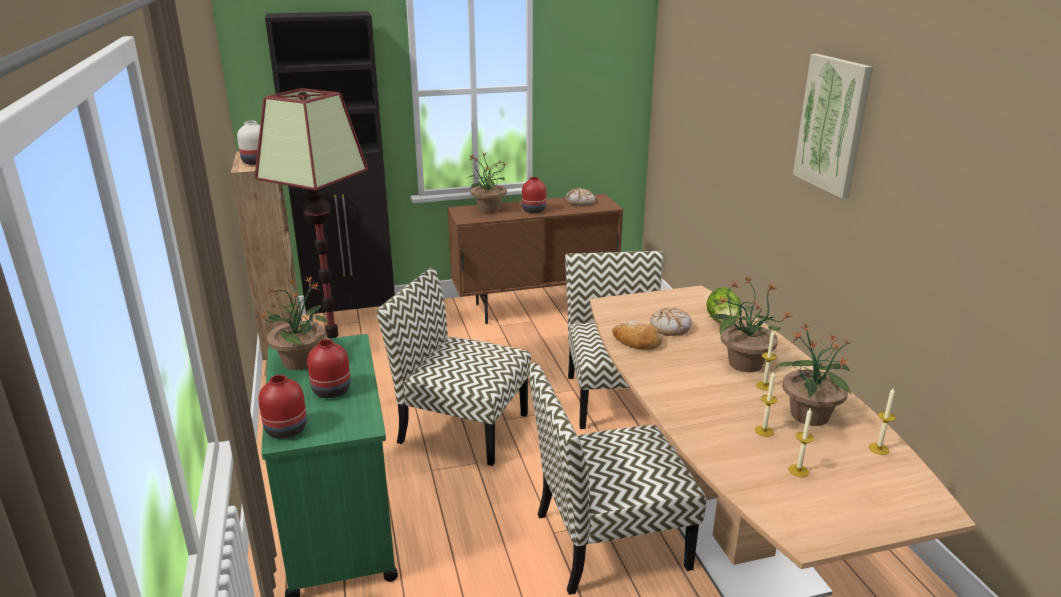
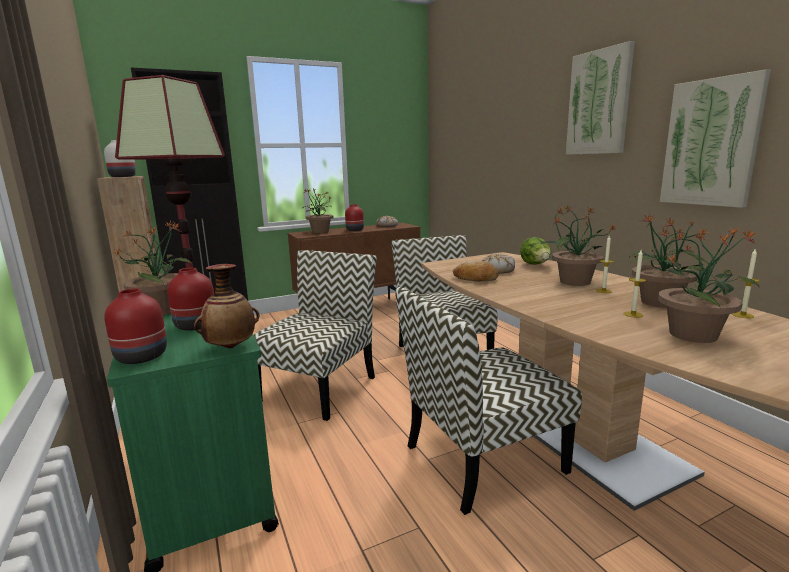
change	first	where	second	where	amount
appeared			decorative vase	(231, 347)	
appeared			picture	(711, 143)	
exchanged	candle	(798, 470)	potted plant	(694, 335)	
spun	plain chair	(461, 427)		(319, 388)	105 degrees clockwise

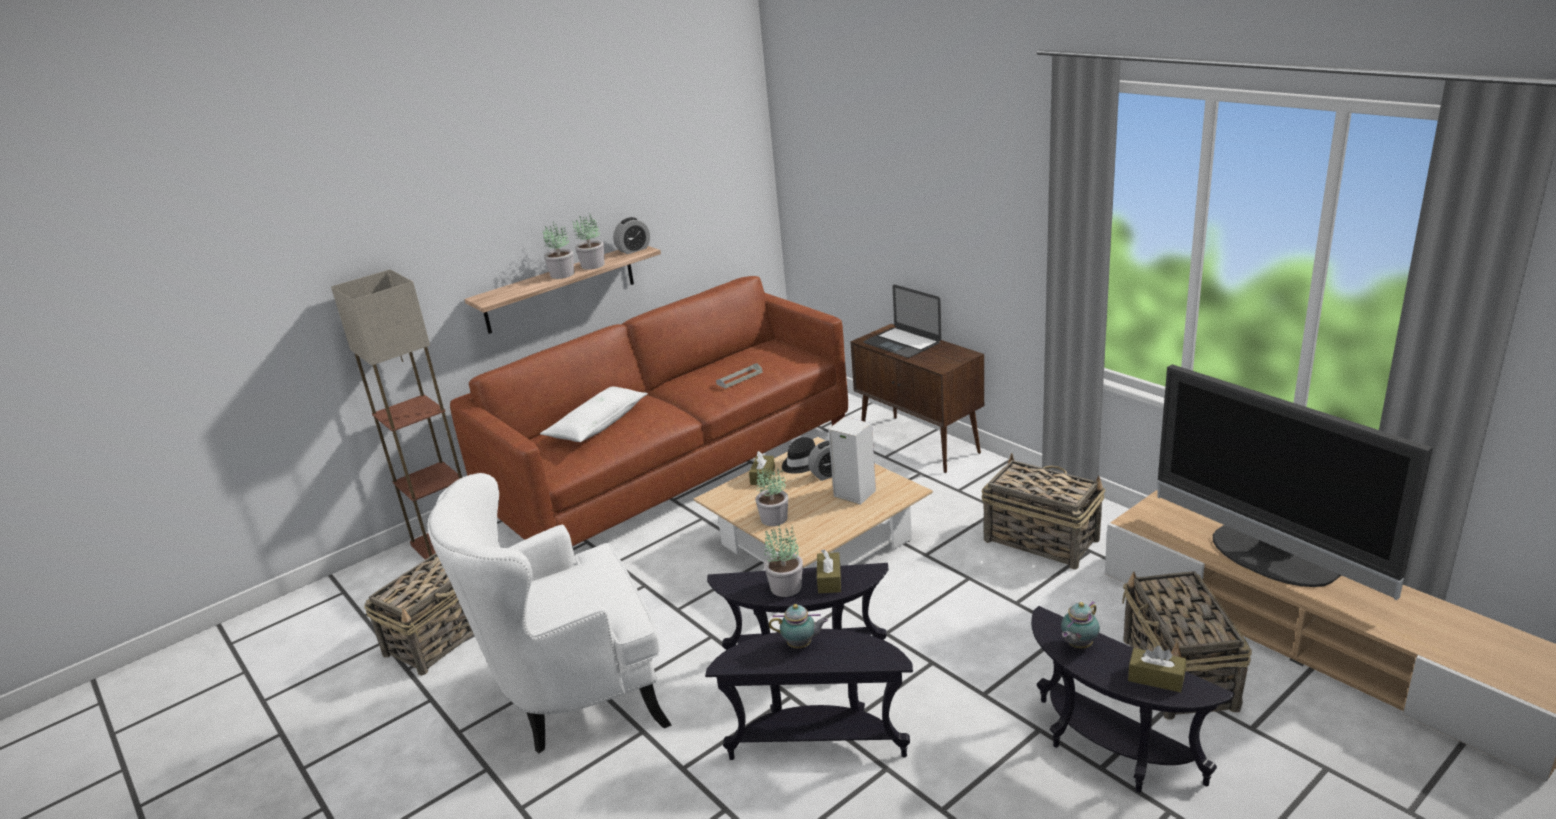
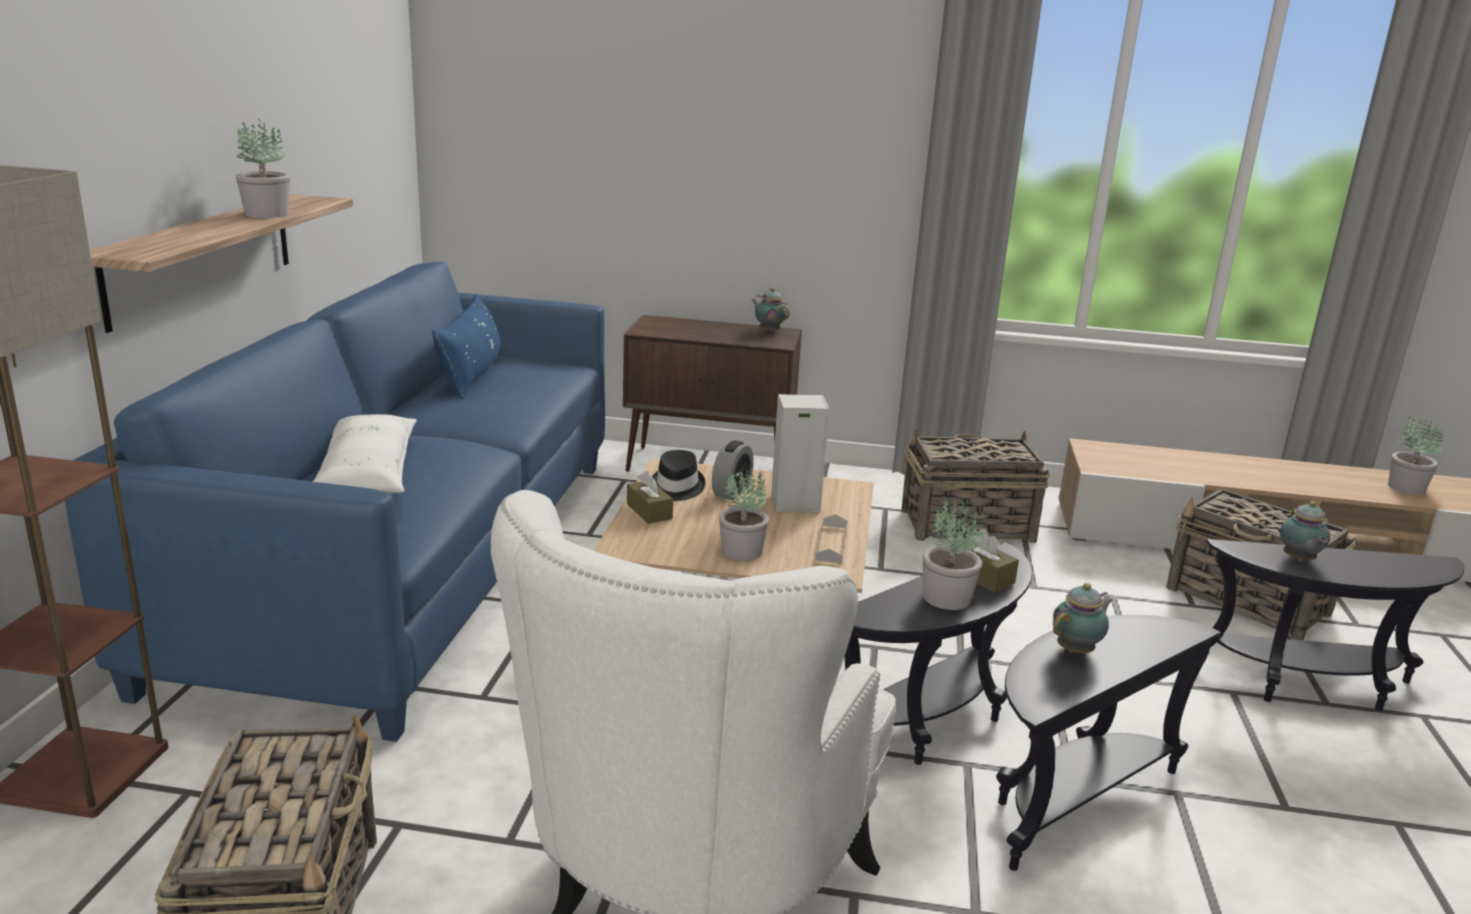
change	first	where	second	where	amount
missing	bedside clock	(633, 250)			
missing	laptop	(902, 342)			
missing	brownish tissue box	(1156, 678)			
missing	TV	(1268, 558)			
appeared			bluish throw pillow	(472, 375)	
appeared			teapot	(768, 331)	
relocated	potted plant	(562, 274)		(1405, 488)	
relocated	grey serving tray	(739, 378)		(831, 544)	
colour	brownish couch	(673, 470)	bluish couch	(410, 560)	

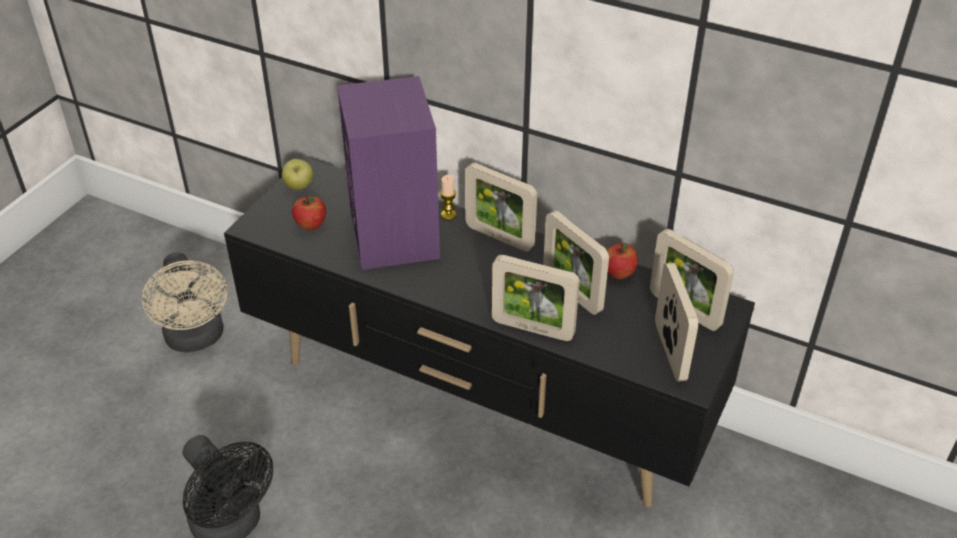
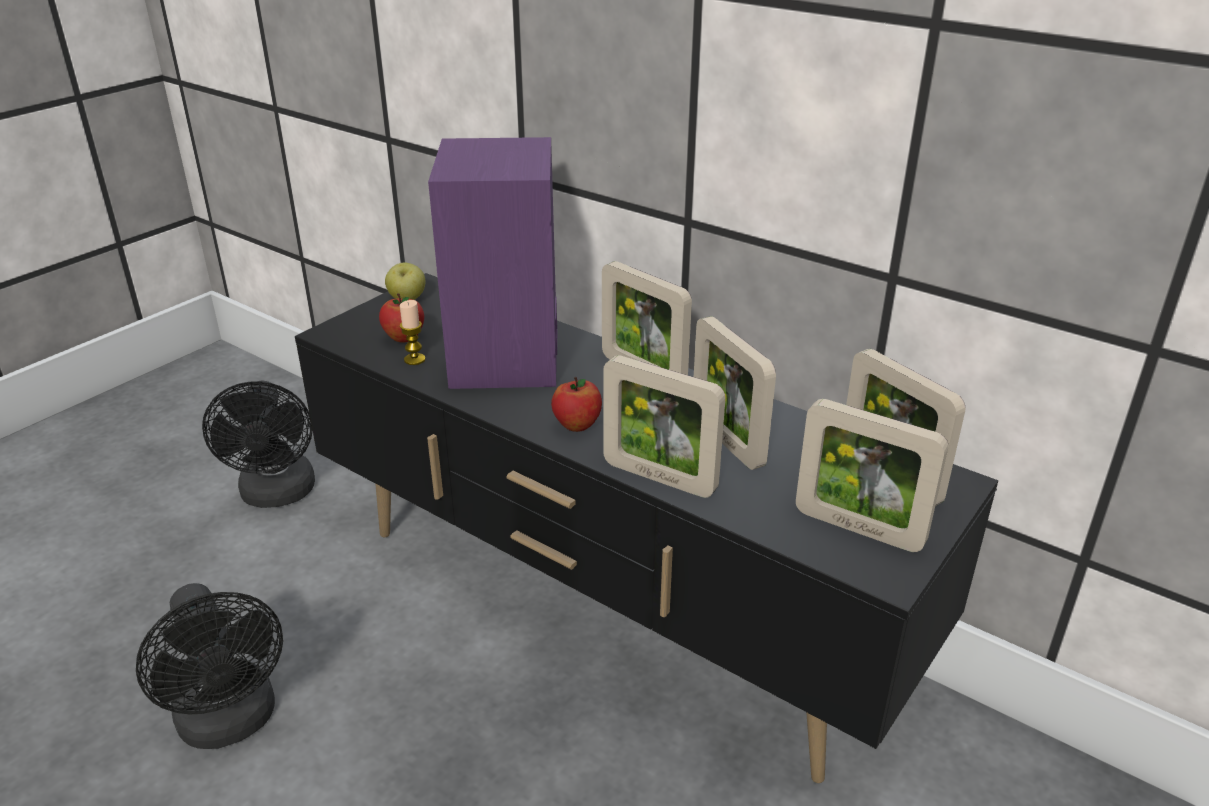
change	first	where	second	where	amount
relocated	candle	(448, 215)		(414, 359)	
relocated	apple	(618, 273)		(577, 425)	
colour	sand-coloured fan	(196, 339)	blackish fan	(278, 495)	
spun	standing frame	(670, 352)		(858, 528)	120 degrees clockwise

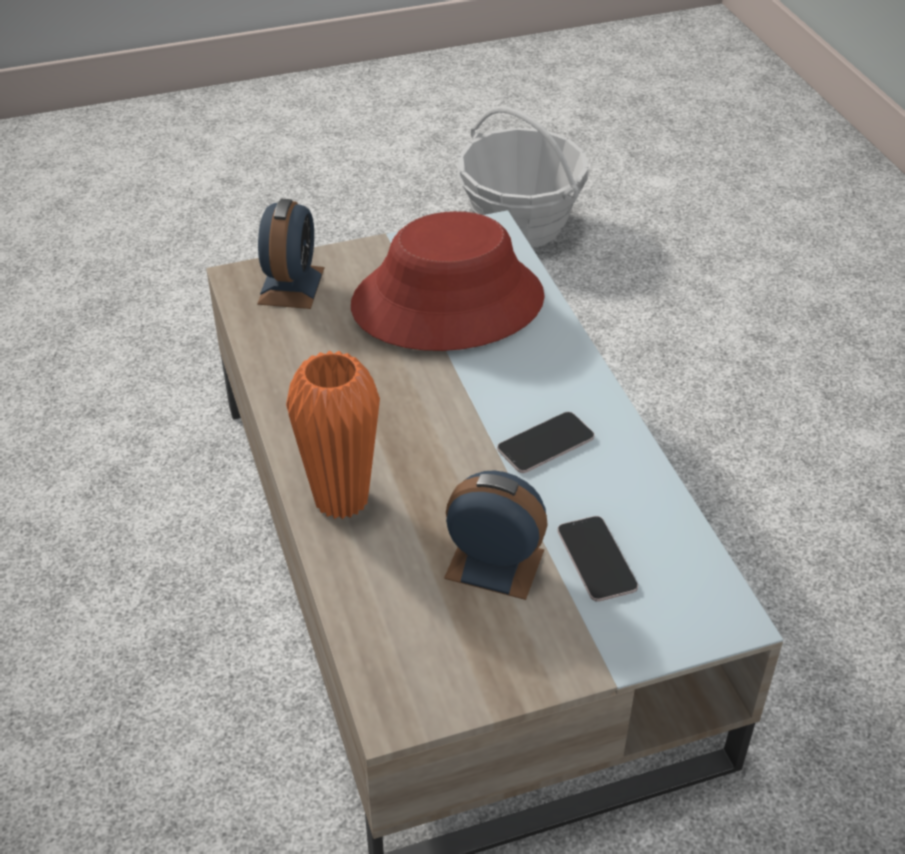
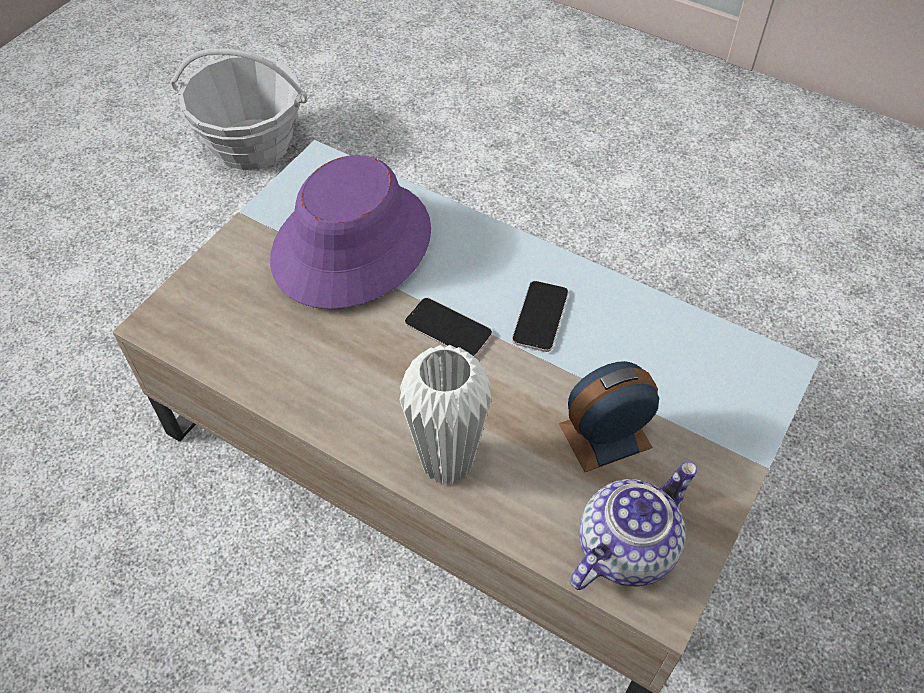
change	first	where	second	where	amount
missing	bedside clock	(291, 286)			
appeared			teapot	(625, 546)	
relocated	handset	(596, 559)		(448, 329)	
colour	orange-coloured decorative vase	(341, 500)	white decorative vase	(447, 462)	
colour	reddish clothing hat	(448, 302)	purple clothing hat	(351, 244)	

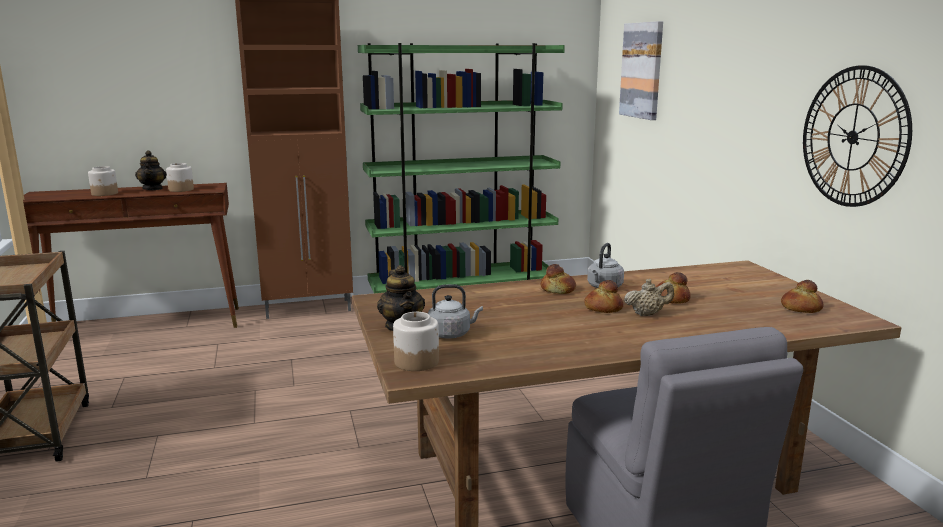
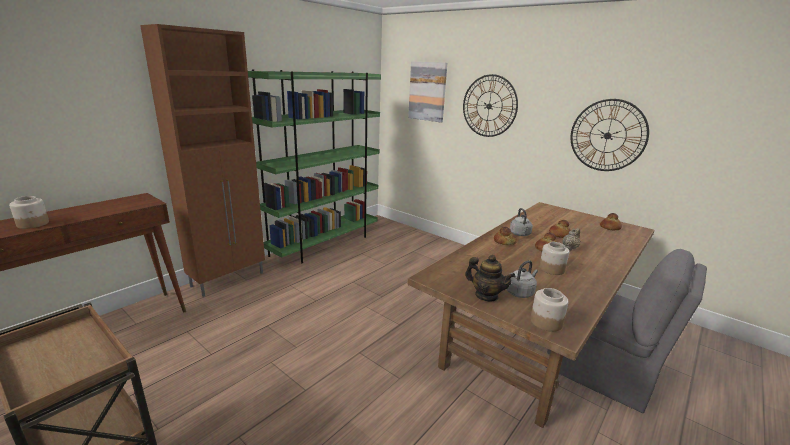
change	first	where	second	where	amount
missing	teapot	(153, 188)			
appeared			hanging clock	(489, 106)	
relocated	storage jar	(181, 189)		(551, 269)	

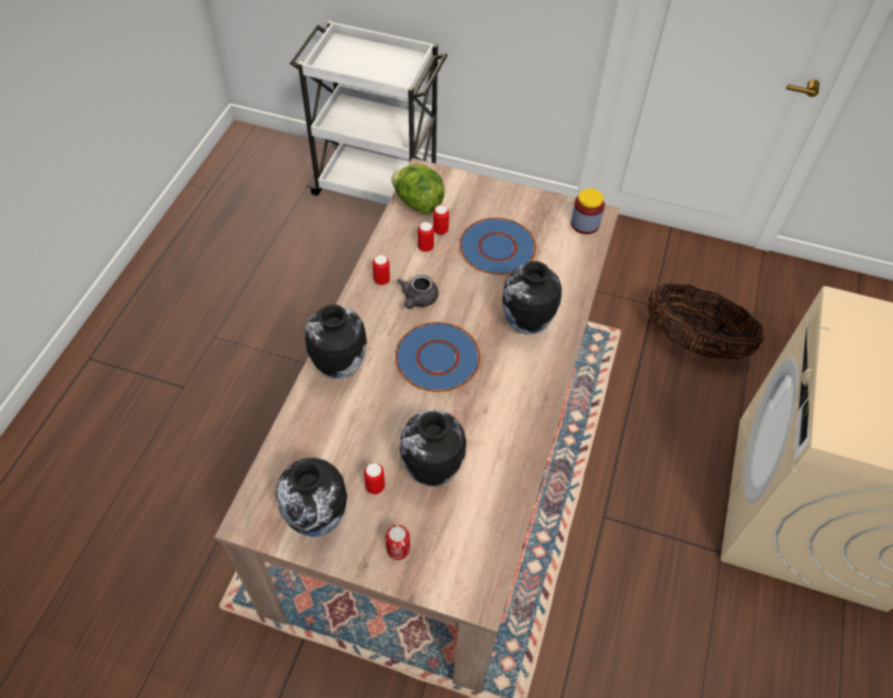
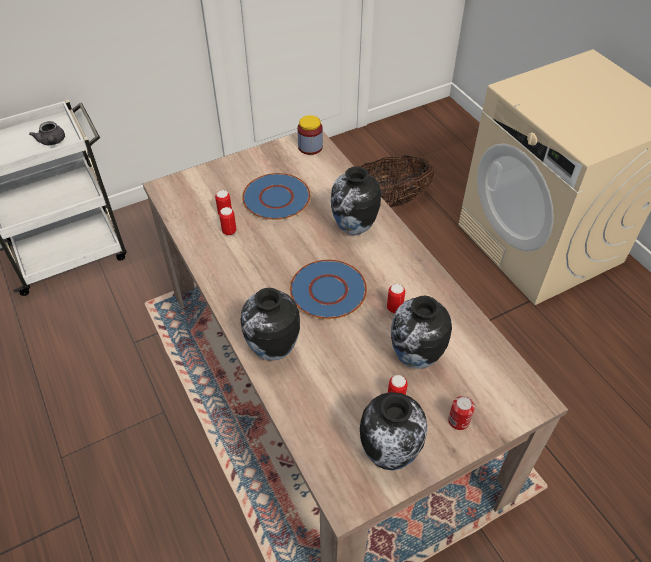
change	first	where	second	where	amount
missing	lettuce head	(417, 203)			
relocated	can	(382, 280)		(394, 308)	
relocated	grey teapot	(418, 299)		(52, 142)	

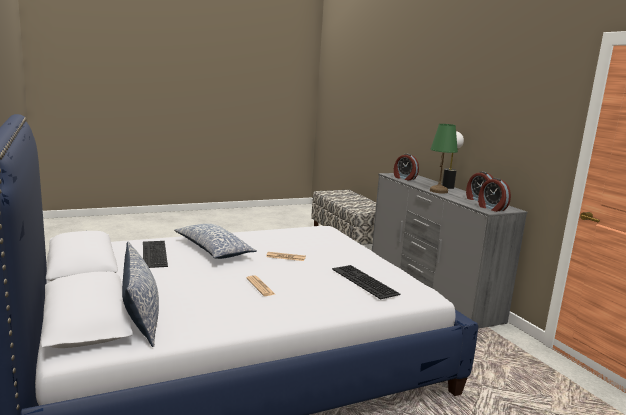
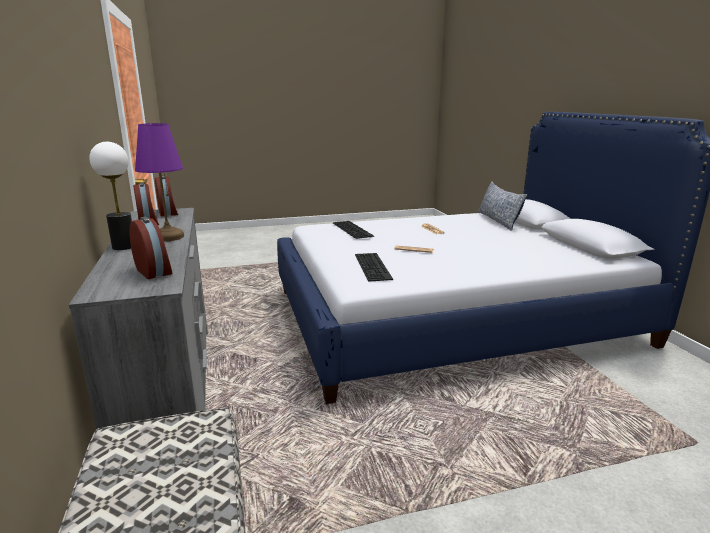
change	first	where	second	where	amount
missing	throw pillow	(213, 250)			
relocated	computer keyboard	(153, 253)		(374, 266)	
colour	greenish lamp for a table	(438, 191)	purple lamp for a table	(168, 237)	

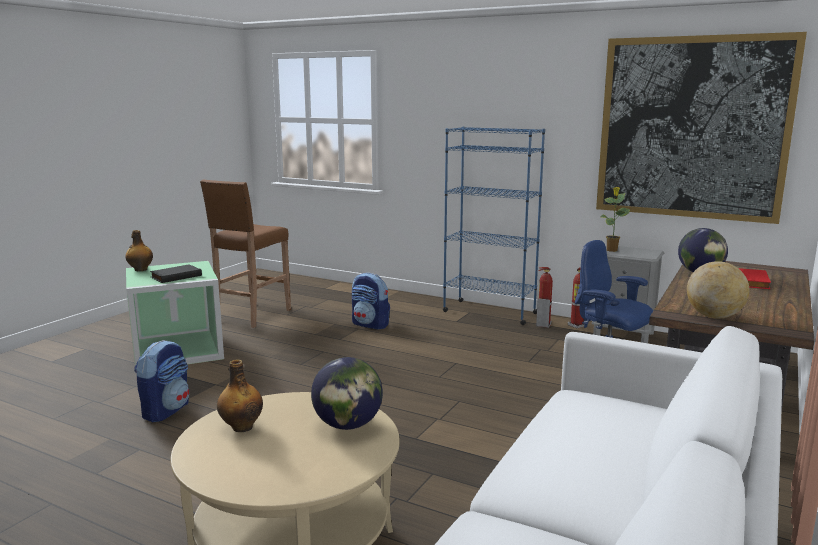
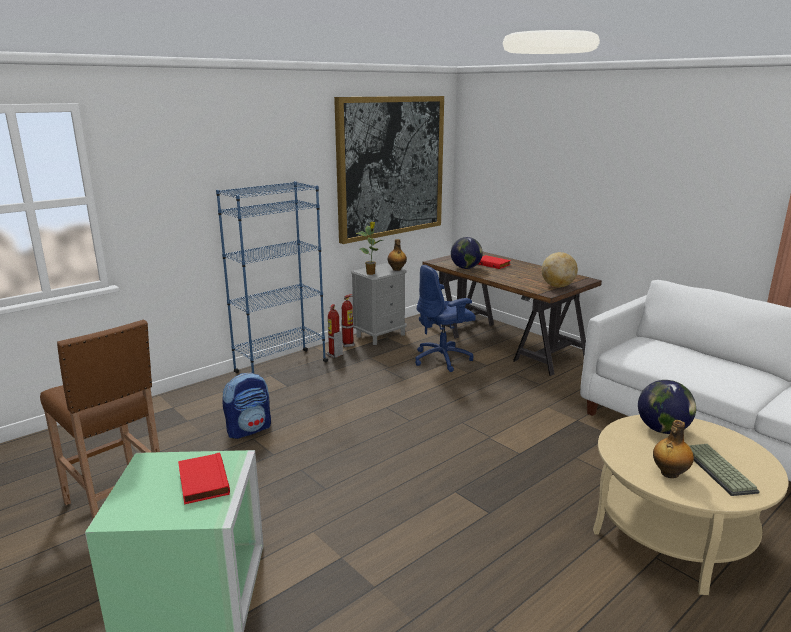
change	first	where	second	where	amount
missing	rucksack	(166, 410)			
appeared			computer keyboard	(720, 470)	
relocated	drink bottle	(140, 270)		(396, 269)	
colour	blackish book	(176, 276)	reddish book	(202, 481)	

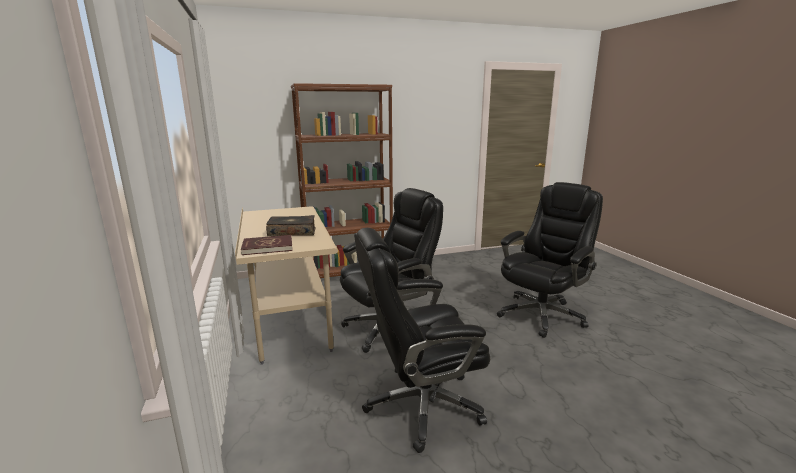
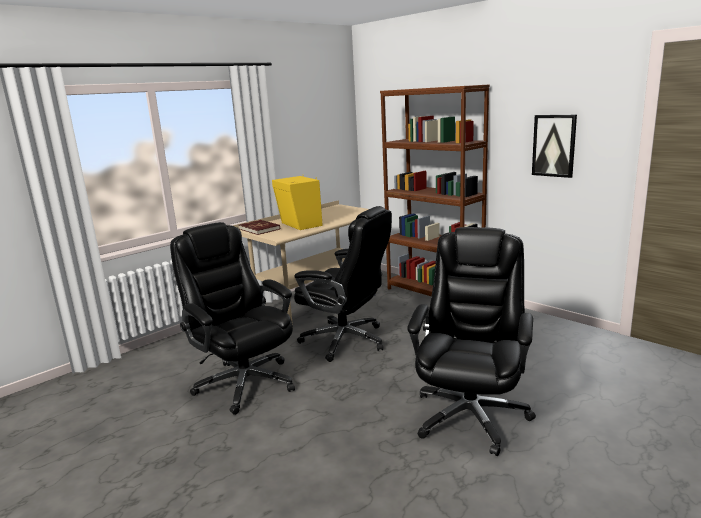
change	first	where	second	where	amount
appeared			picture	(554, 145)	
exchanged	book	(292, 232)	yellow speaker	(300, 225)	
spun	blackish office chair	(542, 314)		(470, 415)	90 degrees counterclockwise

